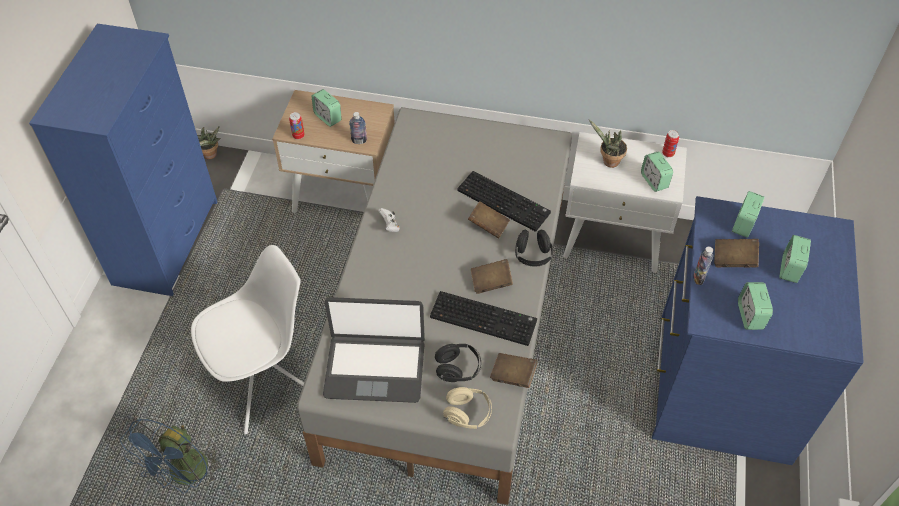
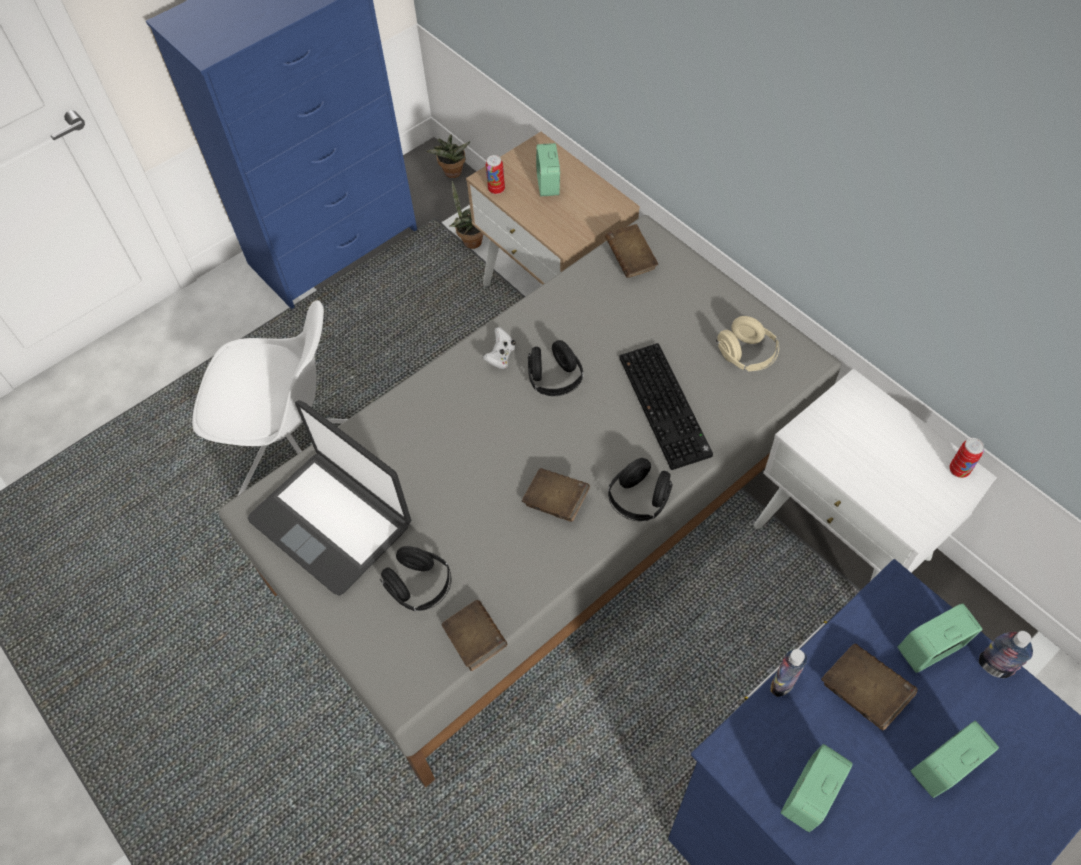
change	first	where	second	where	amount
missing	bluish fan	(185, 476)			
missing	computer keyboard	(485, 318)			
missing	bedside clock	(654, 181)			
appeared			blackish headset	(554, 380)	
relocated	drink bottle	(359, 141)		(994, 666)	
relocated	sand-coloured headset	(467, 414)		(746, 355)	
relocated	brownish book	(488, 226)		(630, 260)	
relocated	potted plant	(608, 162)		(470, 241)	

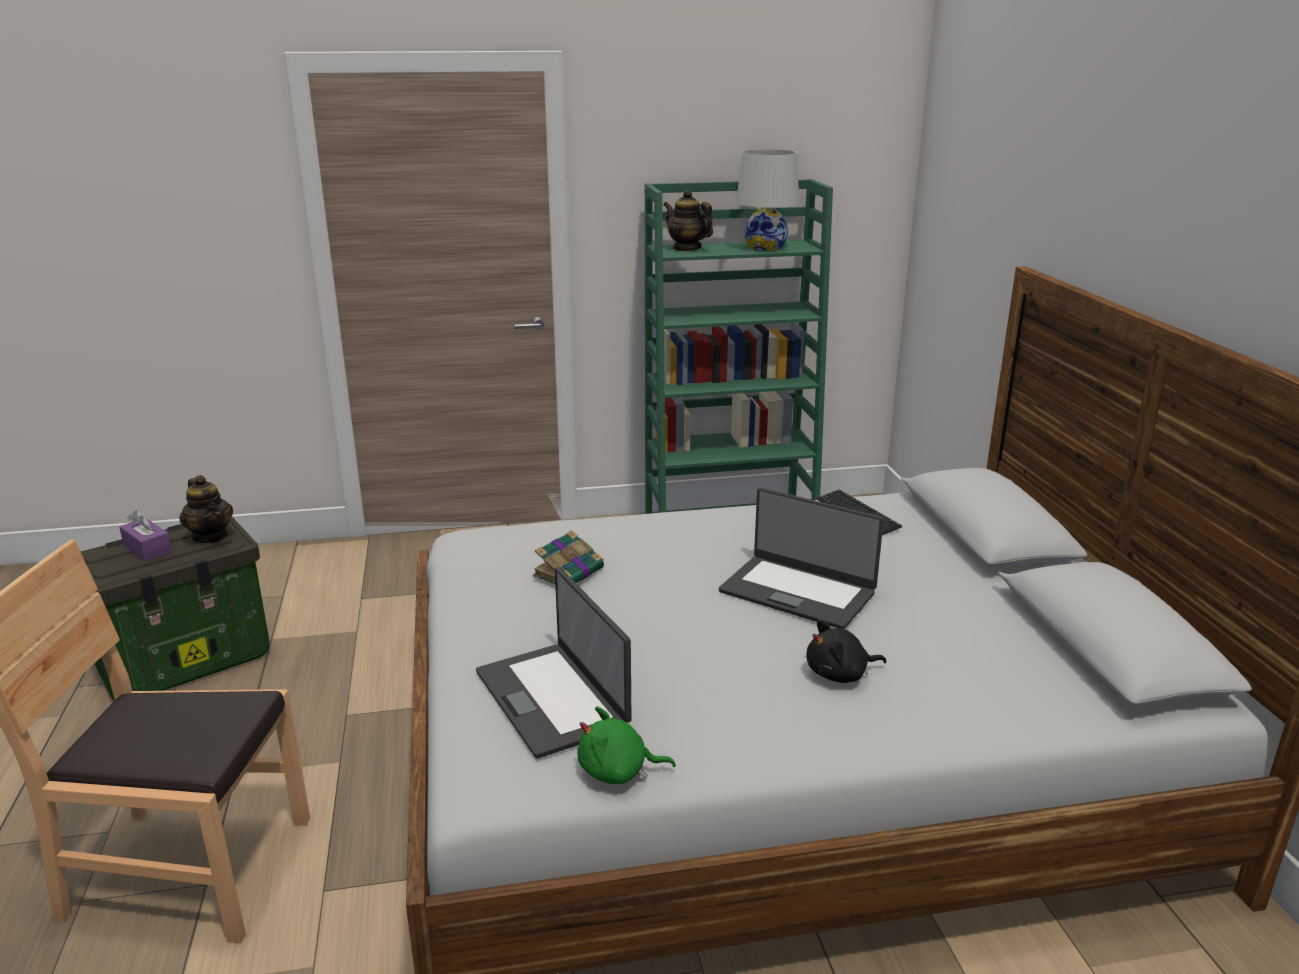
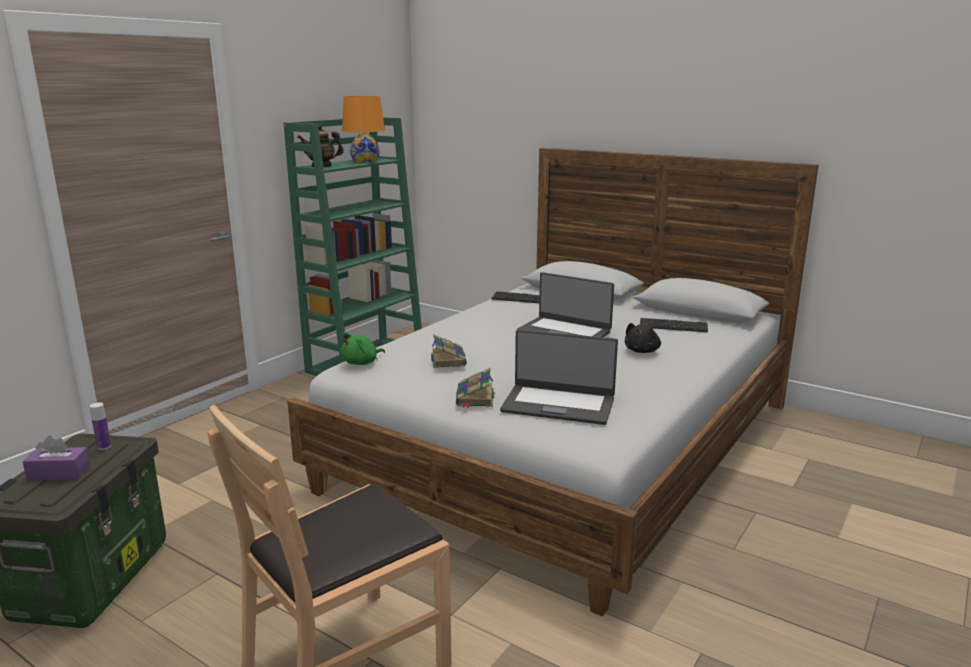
change	first	where	second	where	amount
appeared			book	(475, 398)	
appeared			computer keyboard	(673, 327)	
relocated	greenish cuddly toy	(618, 772)		(362, 363)	
exchanged	teapot	(211, 536)	drink bottle	(104, 446)	
colour	white lamp for a table	(765, 247)	orange-coloured lamp for a table	(365, 161)	
spun	laptop	(798, 591)		(564, 331)	45 degrees clockwise

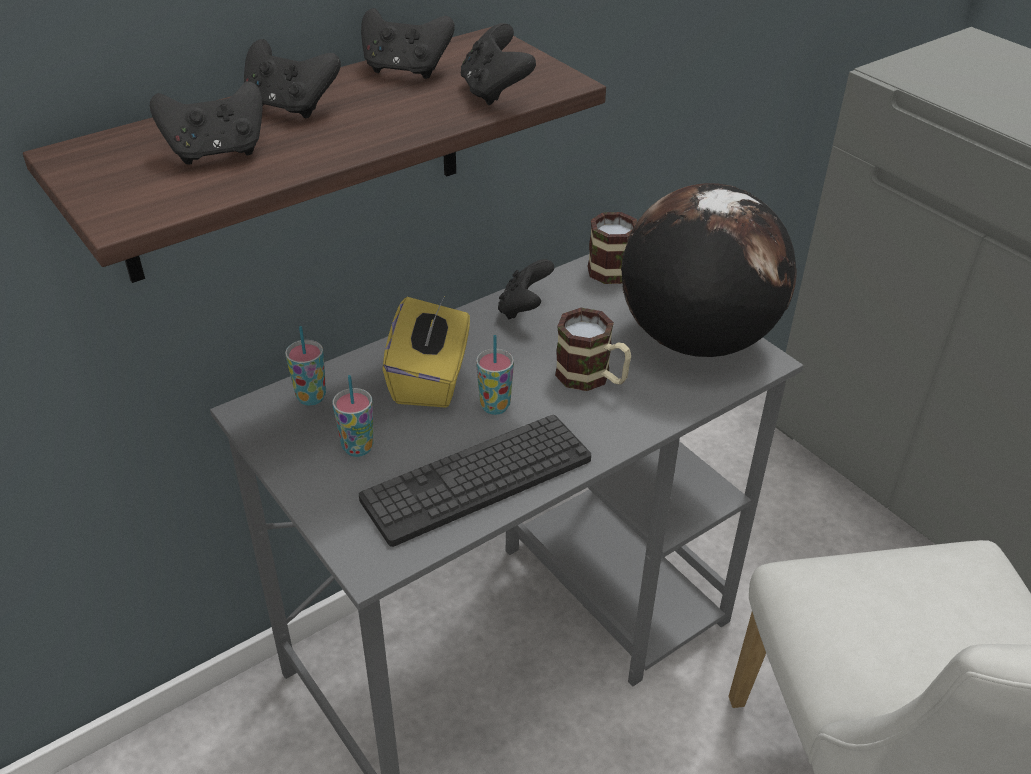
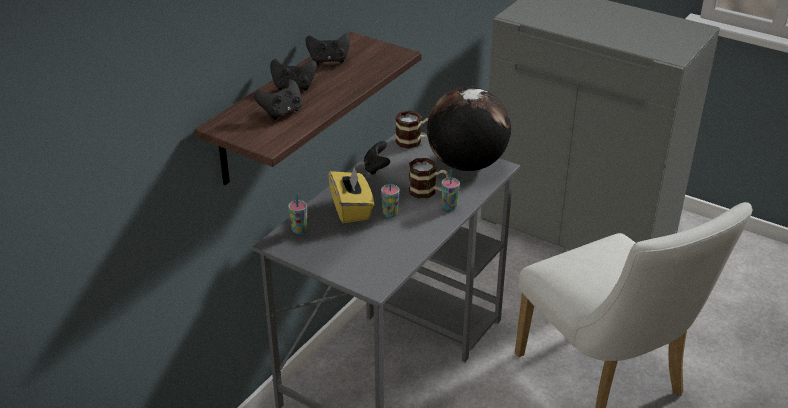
change	first	where	second	where	amount
missing	computer keyboard	(477, 479)			
missing	blackish gamepad	(494, 92)			
relocated	drinking cup	(358, 448)		(449, 207)	

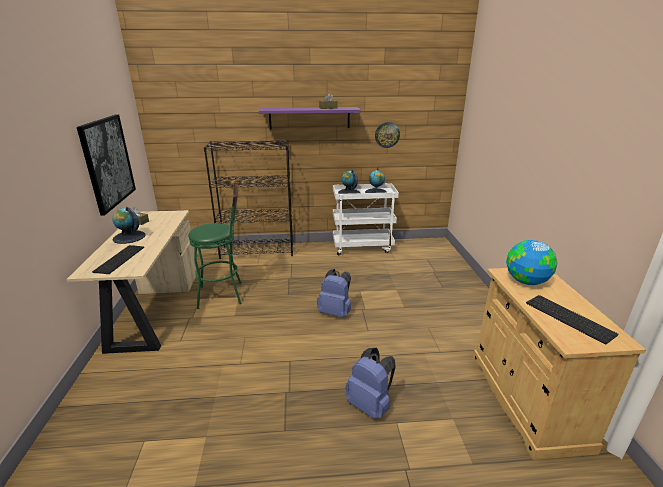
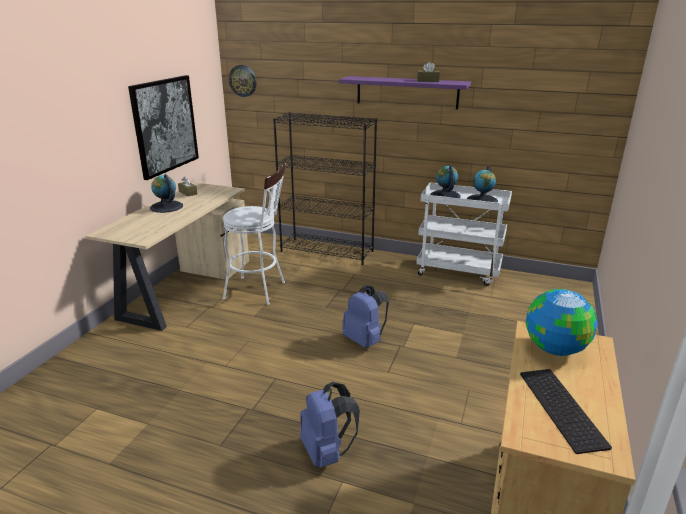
change	first	where	second	where	amount
missing	computer keyboard	(119, 259)			
relocated	hanging clock	(387, 135)		(243, 80)	
colour	greenish stool seat	(225, 294)	white stool seat	(260, 291)	

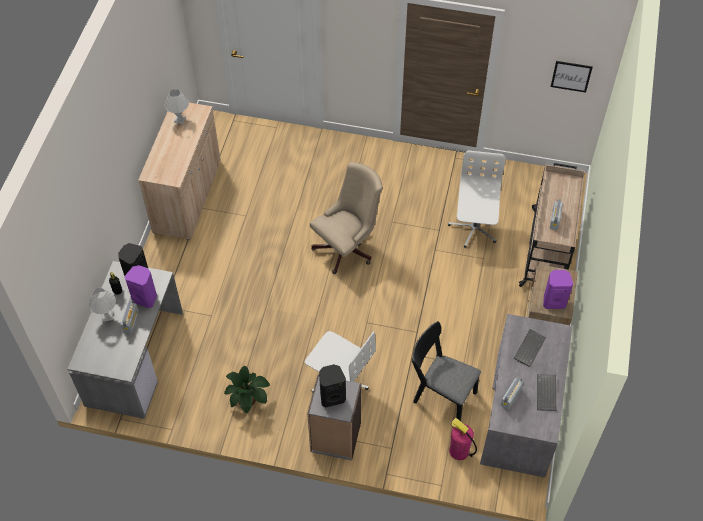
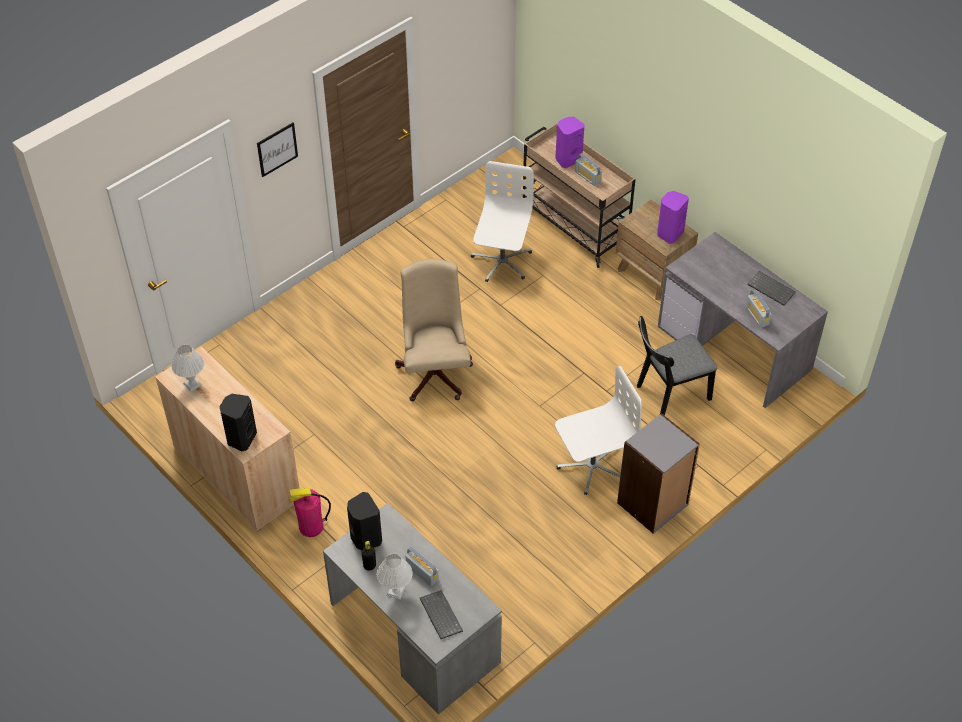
change	first	where	second	where	amount
missing	potted plant	(248, 400)			
relocated	purple speaker	(145, 298)		(568, 159)	
relocated	blackish speaker	(332, 396)		(241, 438)	
relocated	extinguisher	(459, 451)		(311, 527)	
relocated	computer keyboard	(529, 347)		(439, 615)	
relocated	picture	(571, 76)		(277, 149)	
spun	white office chair	(474, 228)		(501, 261)	60 degrees clockwise

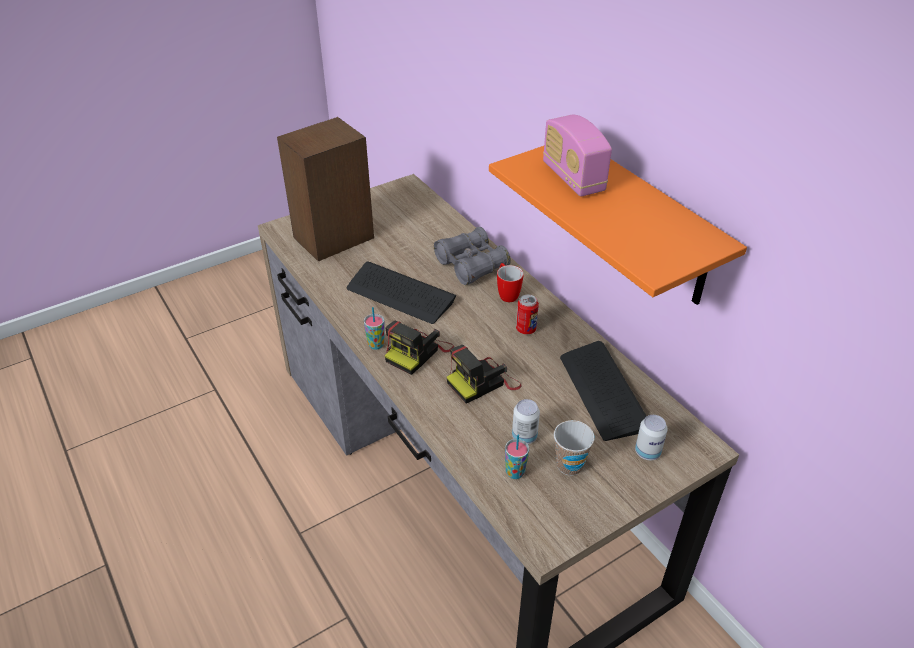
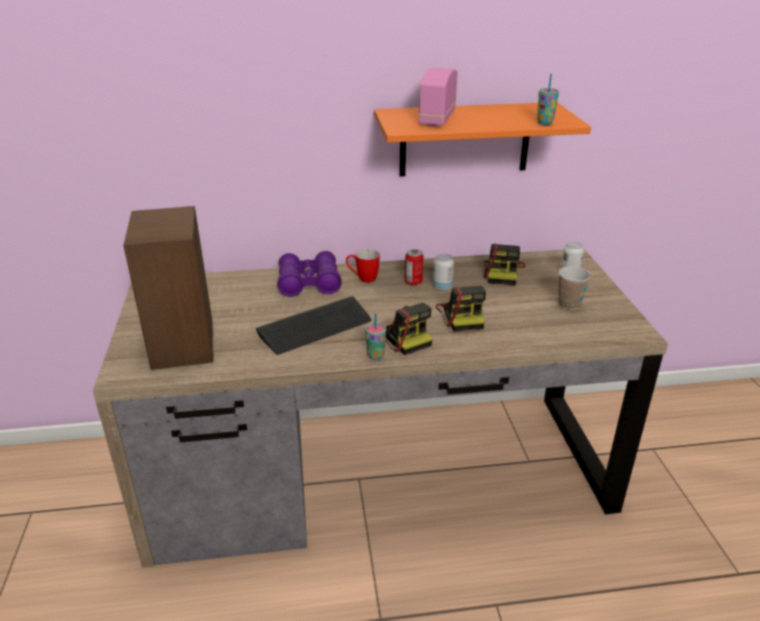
change	first	where	second	where	amount
relocated	drinking cup	(515, 472)		(544, 123)	
relocated	can	(524, 436)		(442, 287)	
exchanged	computer keyboard	(603, 392)	photo camera	(503, 273)	
colour	grey pair of binoculars	(471, 265)	purple pair of binoculars	(309, 284)	
spun	radio set	(573, 178)		(437, 118)	105 degrees clockwise

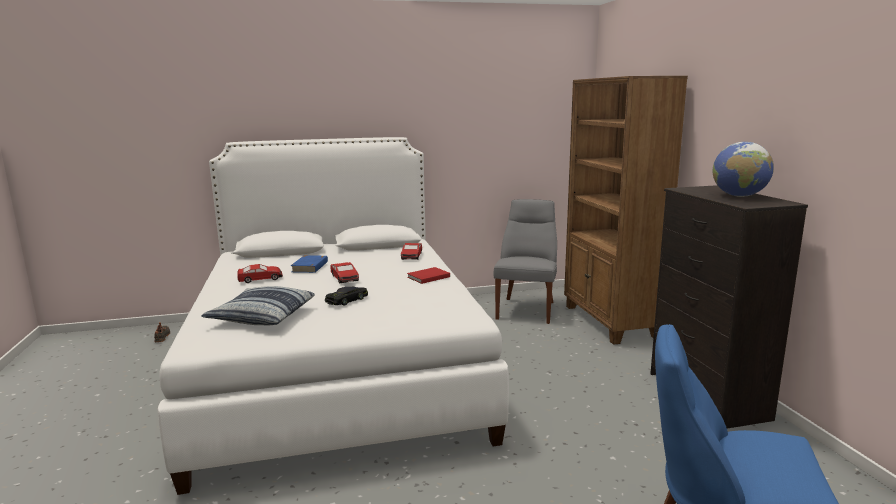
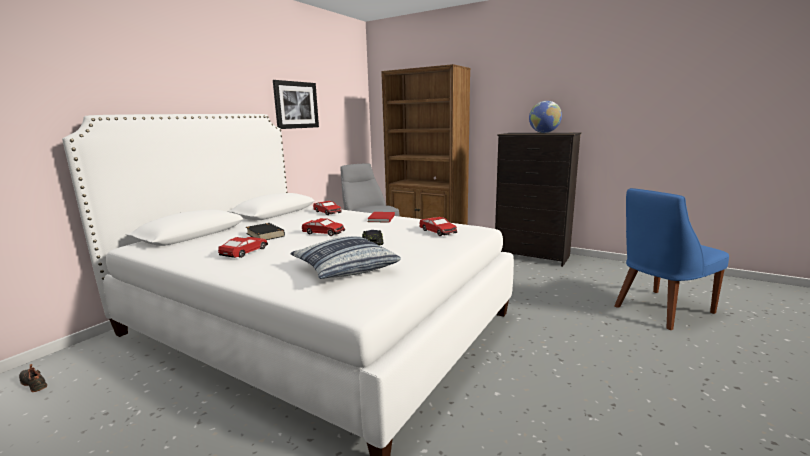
change	first	where	second	where	amount
appeared			picture	(296, 105)	
appeared			miniature car	(438, 231)	
colour	bluish book	(310, 267)	blackish book	(265, 235)	

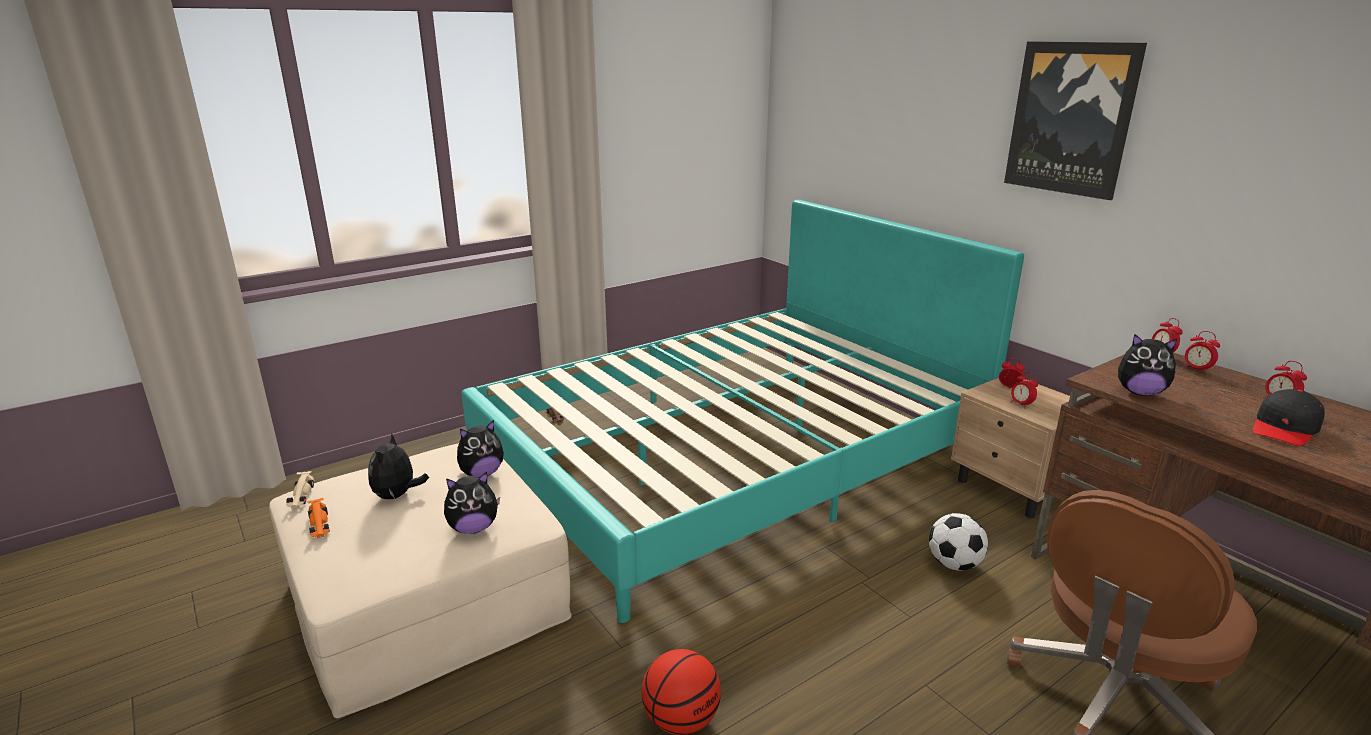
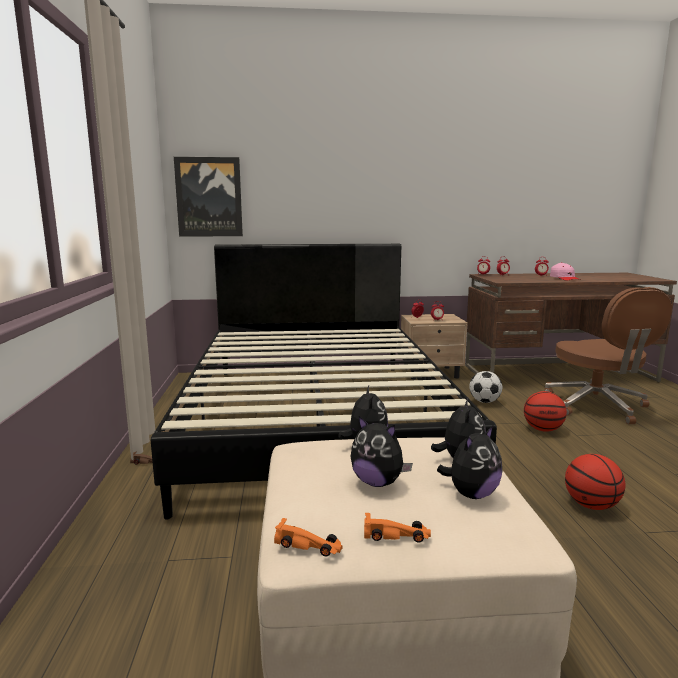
change	first	where	second	where	amount
appeared			basketball ball	(542, 429)	
relocated	picture	(1071, 118)		(209, 197)	
relocated	cuddly toy	(1139, 392)		(471, 494)	
colour	sand-coloured miniature car	(301, 495)	orange-coloured miniature car	(309, 545)	
colour	blue-green bed	(731, 457)	blackish bed	(317, 418)	
colour	blackish baseball cap	(1285, 428)	pink baseball cap	(564, 278)	

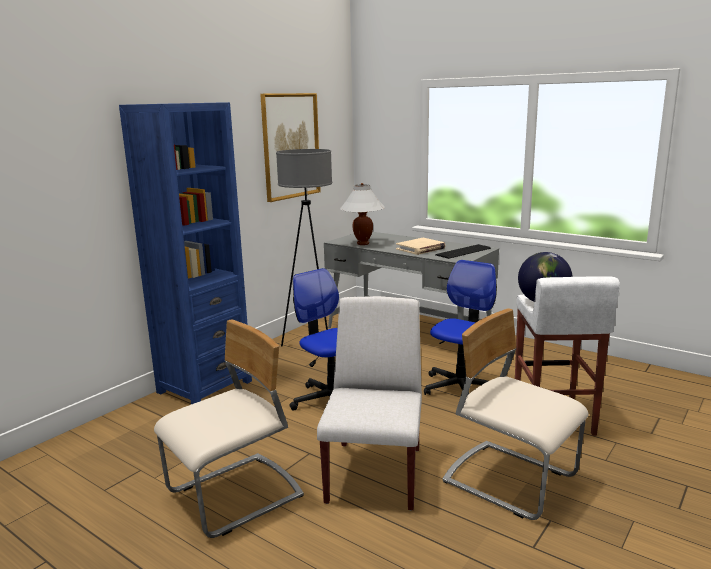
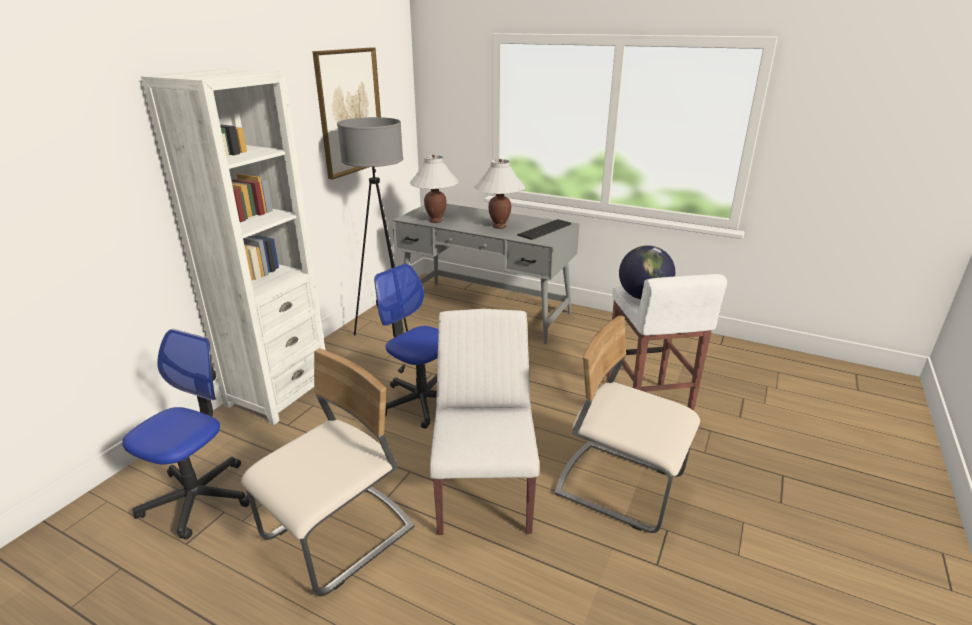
change	first	where	second	where	amount
relocated	office chair	(461, 388)		(198, 498)	
exchanged	sand-coloured book	(420, 249)	white lamp for a table	(499, 226)	
colour	bluish shelving unit	(204, 386)	white shelving unit	(278, 393)	

